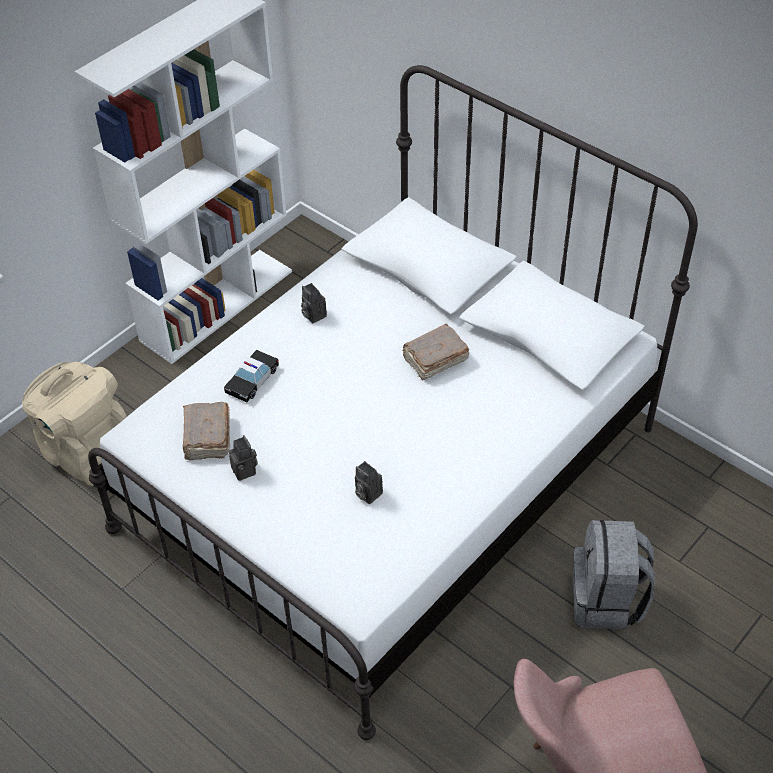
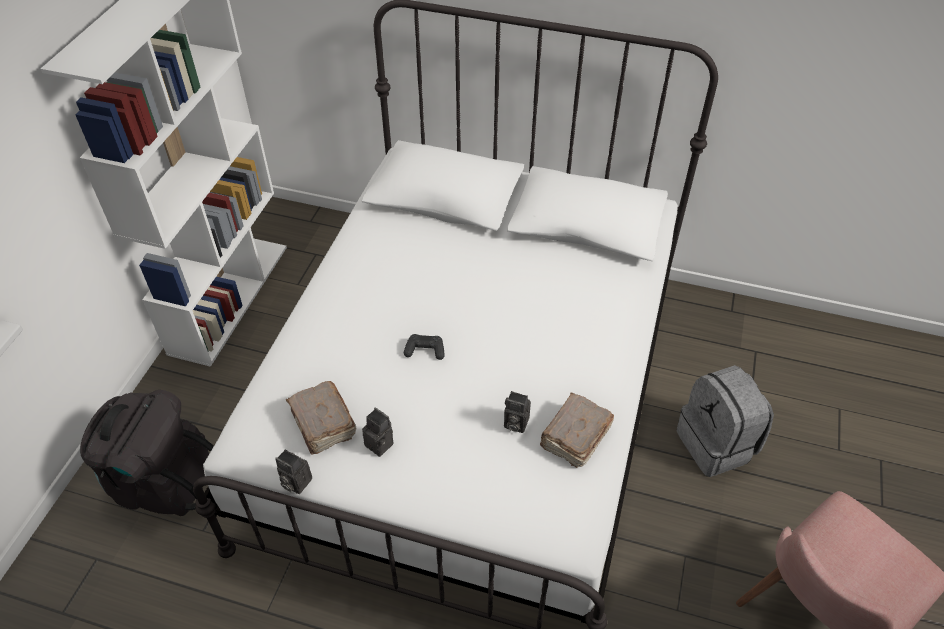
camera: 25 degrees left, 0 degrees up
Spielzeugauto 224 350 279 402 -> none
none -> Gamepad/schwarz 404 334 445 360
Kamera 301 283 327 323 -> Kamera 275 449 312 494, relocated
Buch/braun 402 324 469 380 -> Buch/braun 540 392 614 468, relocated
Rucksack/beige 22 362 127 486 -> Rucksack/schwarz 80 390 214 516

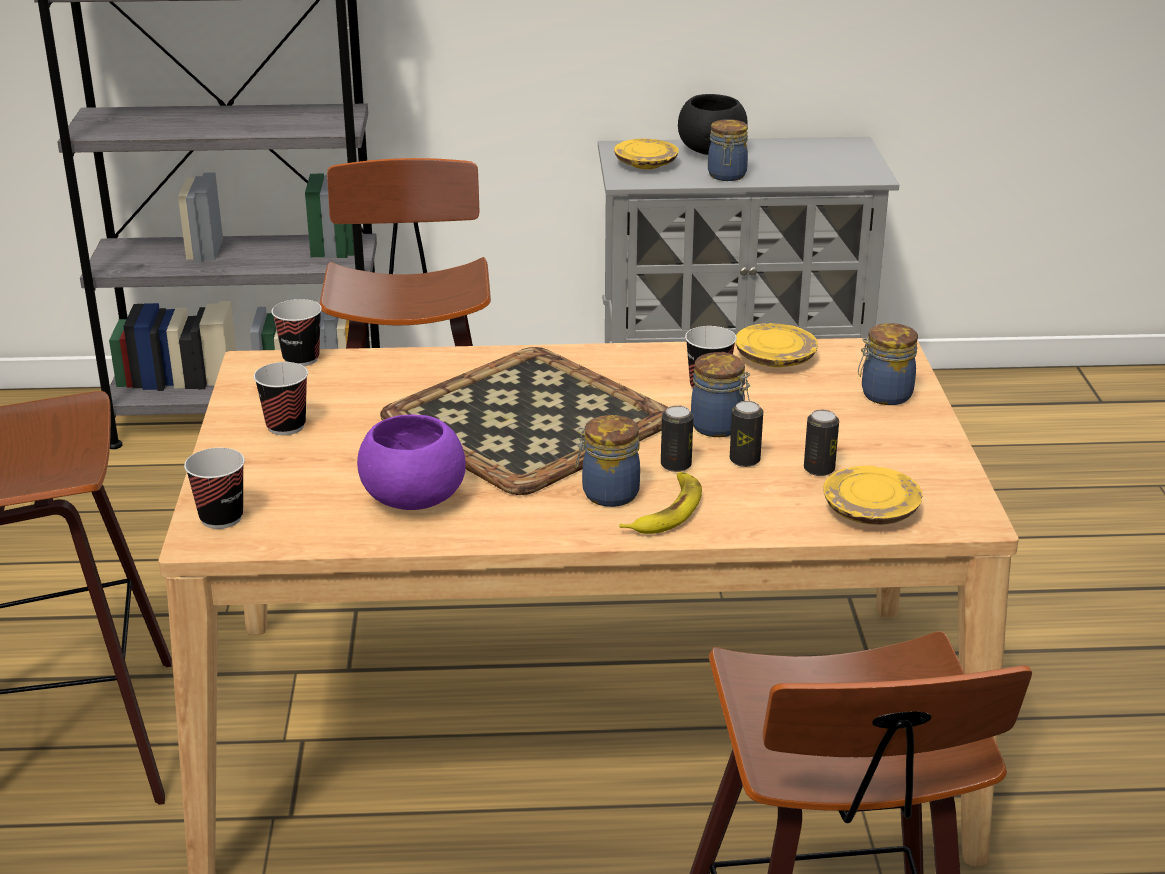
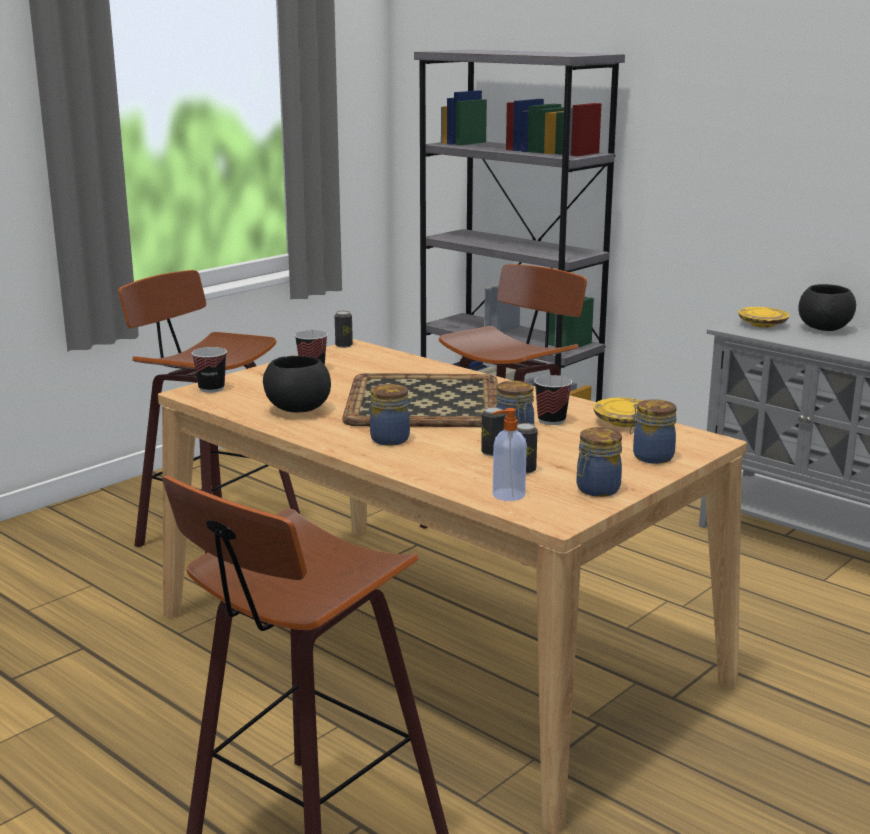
camera: 45 degrees right, 10 degrees down
Tasse 271 299 322 366 -> none
Banane 619 472 702 534 -> none
Dose 661 405 693 472 -> Dose 335 311 353 348, relocated
Vorratsglas 708 119 748 181 -> Vorratsglas 577 427 622 497, relocated
Teller/gelb 823 466 923 525 -> Seifenspender 493 408 527 501
Schüssel/lila 357 415 466 510 -> Schüssel/schwarz 263 356 331 412

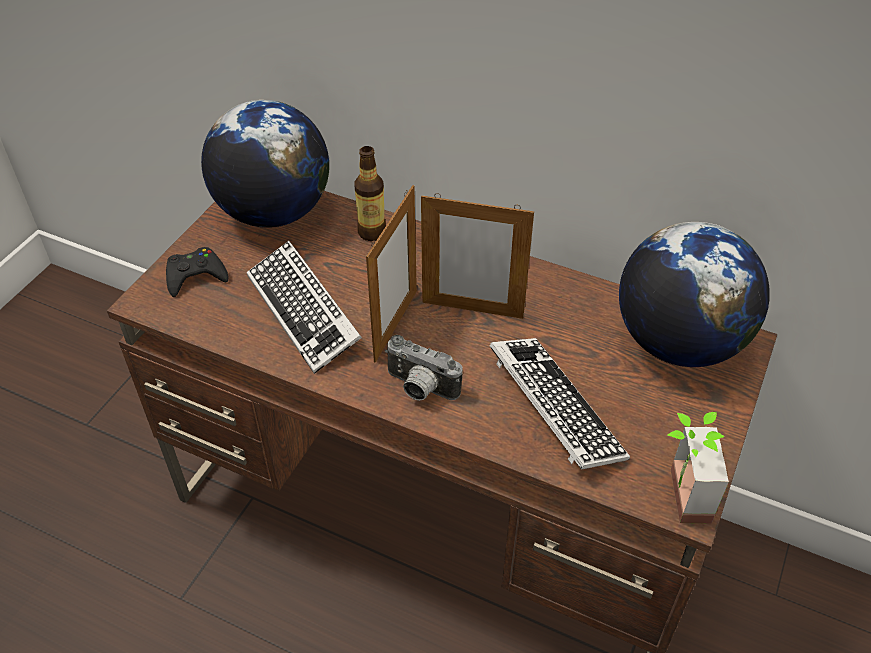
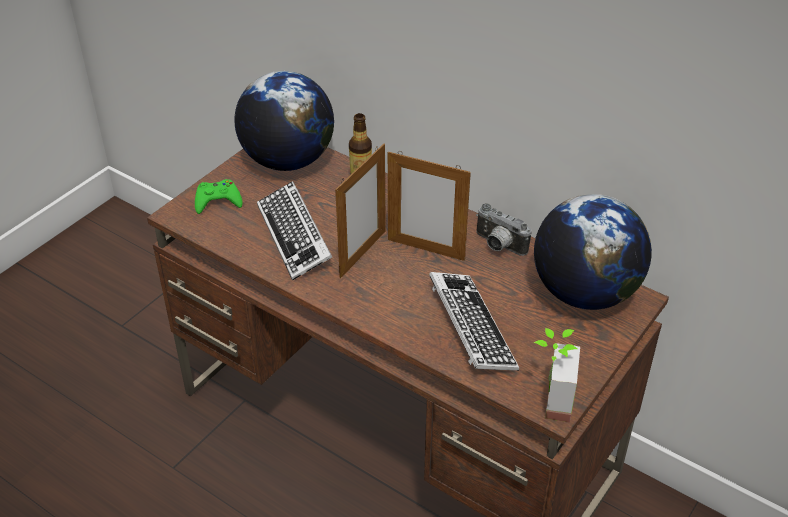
camera: 10 degrees right, 5 degrees down
Kamera 385 335 463 401 -> Kamera 476 203 532 256, relocated
Gamepad/schwarz 166 247 229 297 -> Gamepad/grün 195 179 243 214

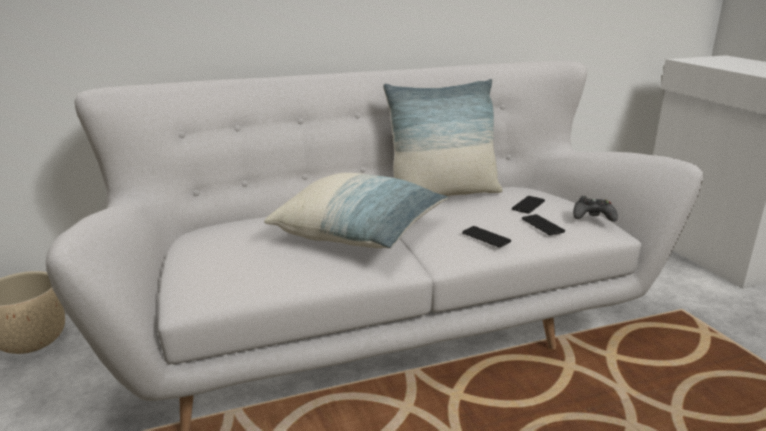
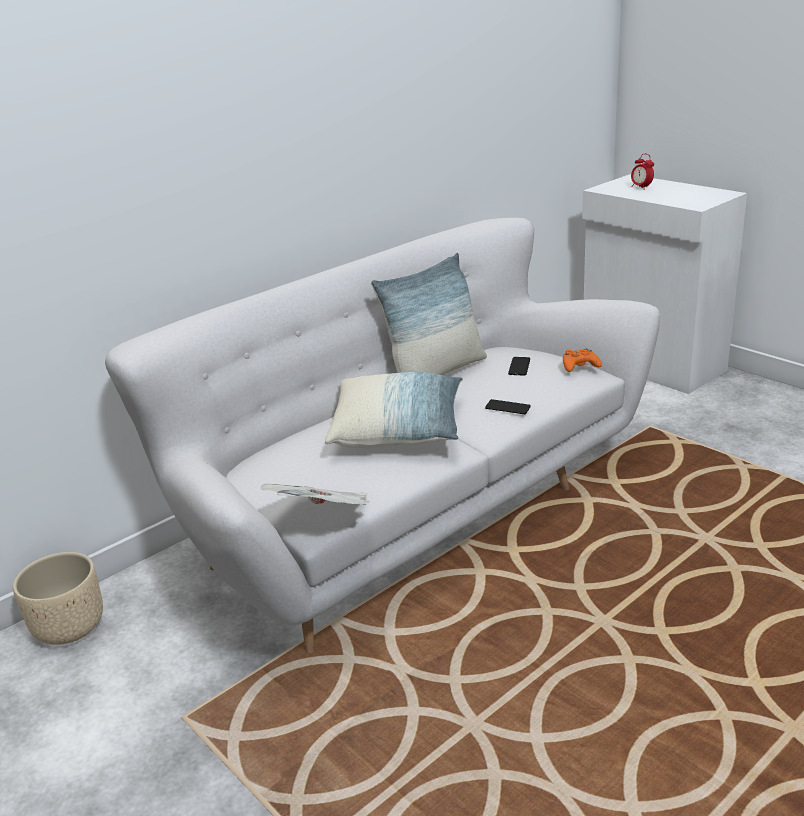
camera: 20 degrees left, 5 degrees up
Handy 522 214 565 235 -> none
none -> Zeitung 260 484 369 505
none -> Wecker 631 154 654 190
Gamepad/schwarz 573 196 618 222 -> Gamepad/orange 563 349 602 372

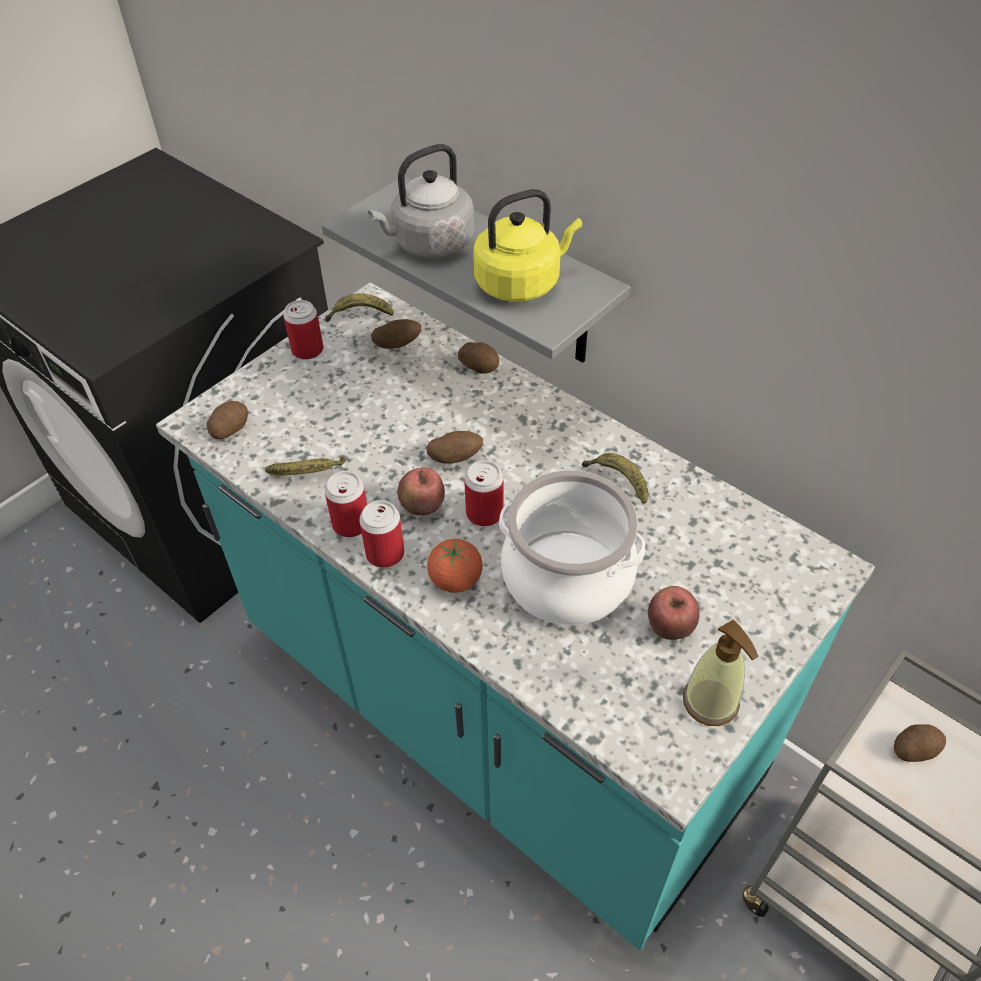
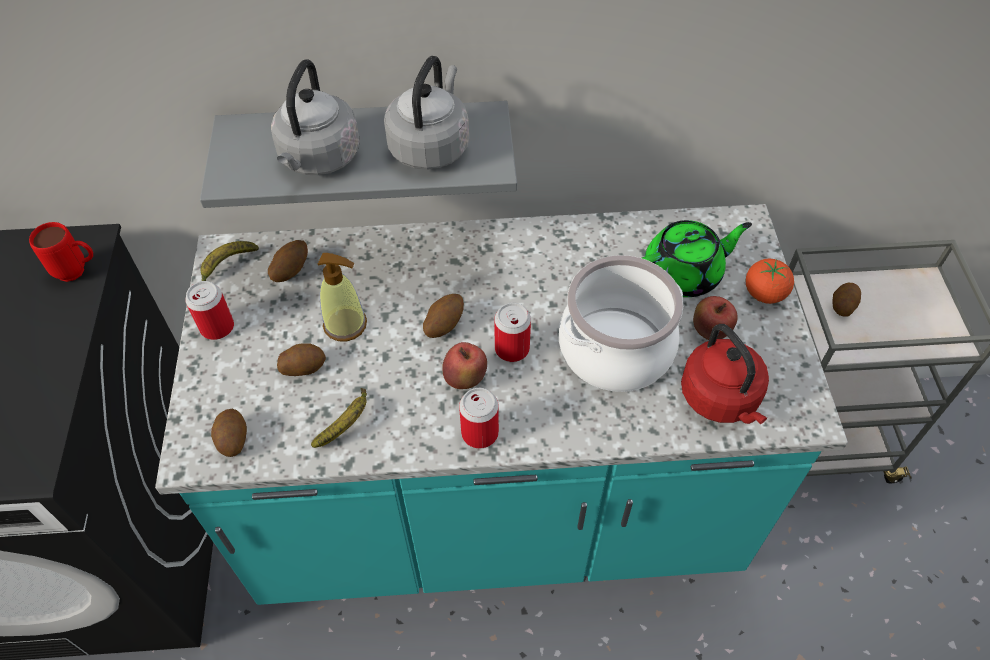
camera: 45 degrees left, 5 degrees up
Dose 324 471 367 537 -> none
Banane 582 453 648 504 -> none
none -> Henkelbecher/rot 29 222 93 282
none -> Teekanne/grün 642 220 752 297
none -> Wasserkessel/rot 681 324 769 424
Tomate 427 539 483 593 -> Tomate 746 259 794 304, relocated
Kartoffel 458 342 499 374 -> Kartoffel 277 343 326 376, relocated
Seifenspender 683 620 759 726 -> Seifenspender 318 253 367 342, relocated
Wasserkessel/gelb 473 189 582 302 -> Wasserkessel/grau 384 56 469 170

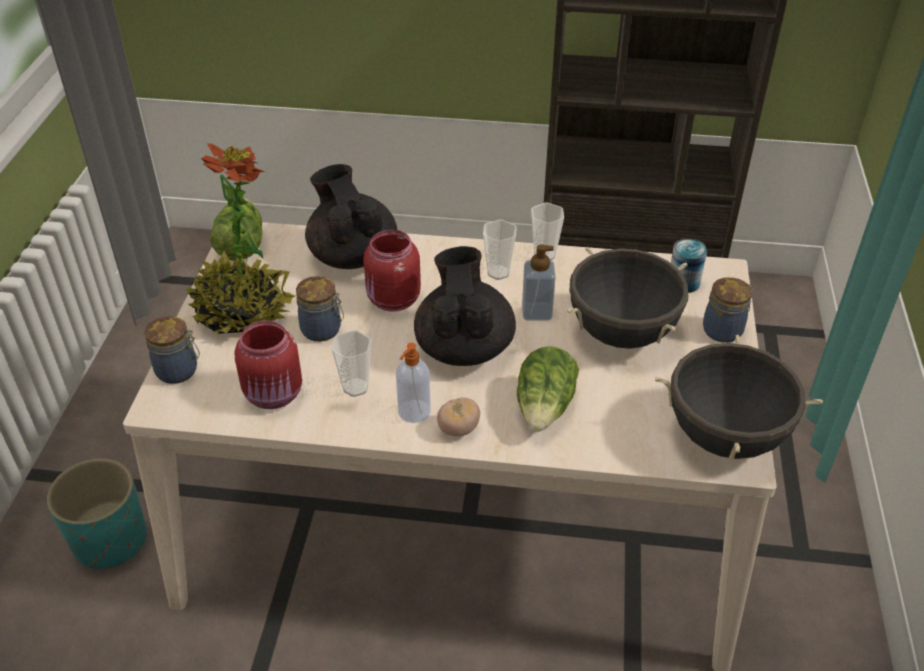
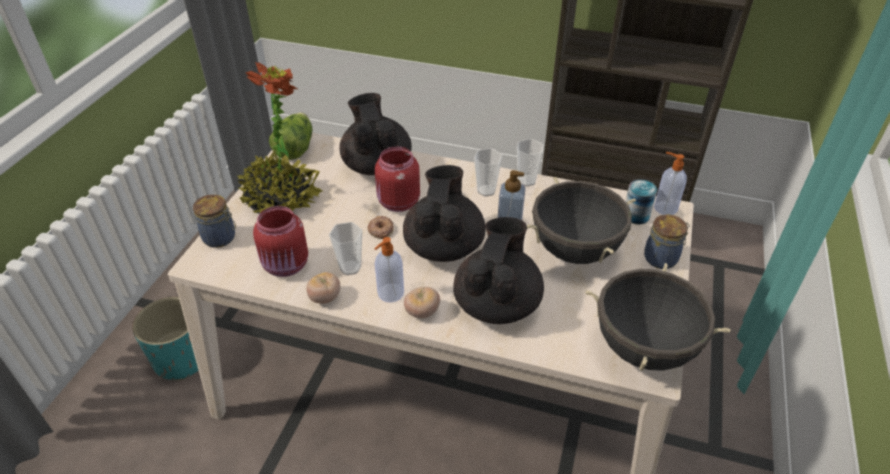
camera: 10 degrees right, 0 degrees up
Vorratsglas 296 276 344 342 -> none
none -> Tomate 306 272 340 304
none -> Donut 368 216 394 239
none -> Seifenspender 654 152 687 215
Salatkopf 517 346 579 432 -> Teekanne/schwarz 453 217 544 324

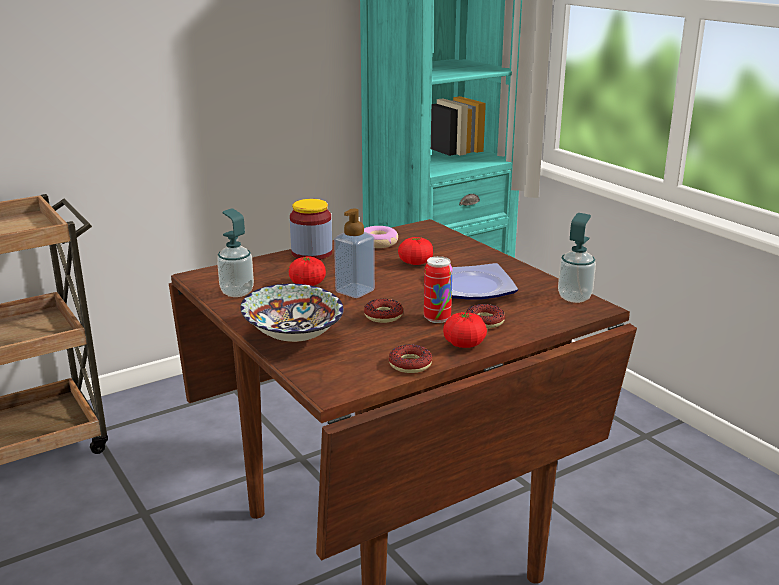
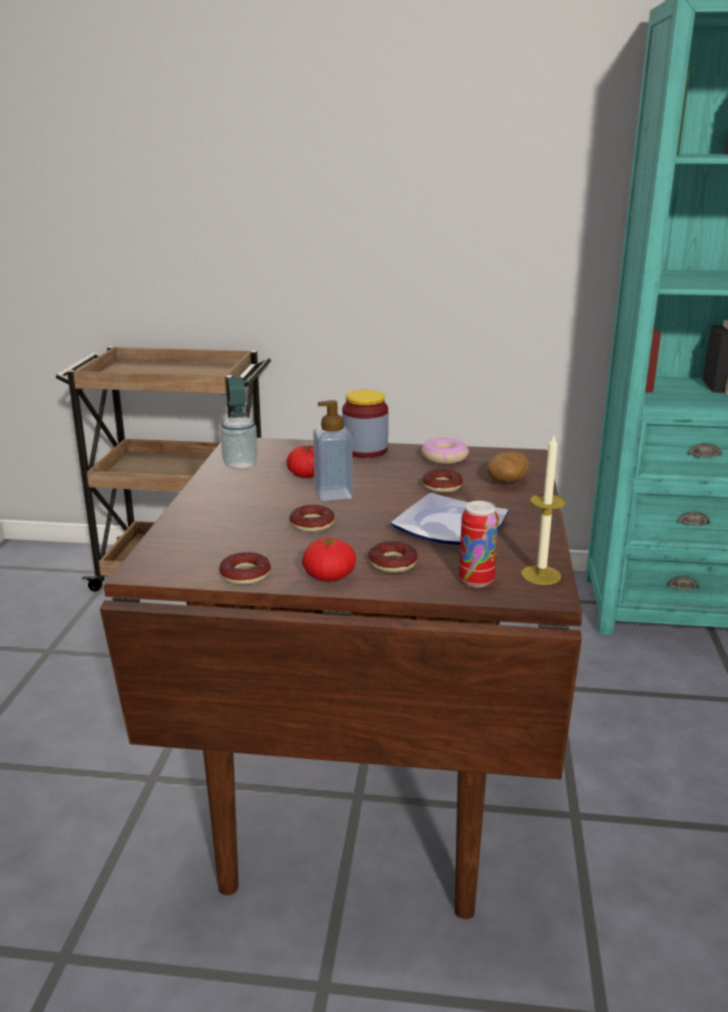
camera: 40 degrees right, 0 degrees up
Schüssel 240 284 344 342 -> none
none -> Kartoffel 487 451 529 483
Dose 424 256 453 323 -> Dose 459 501 499 587, relocated
Tomate 398 237 433 265 -> Donut 422 469 463 493
Seifenspender 558 213 596 303 -> Kerze 521 436 566 585

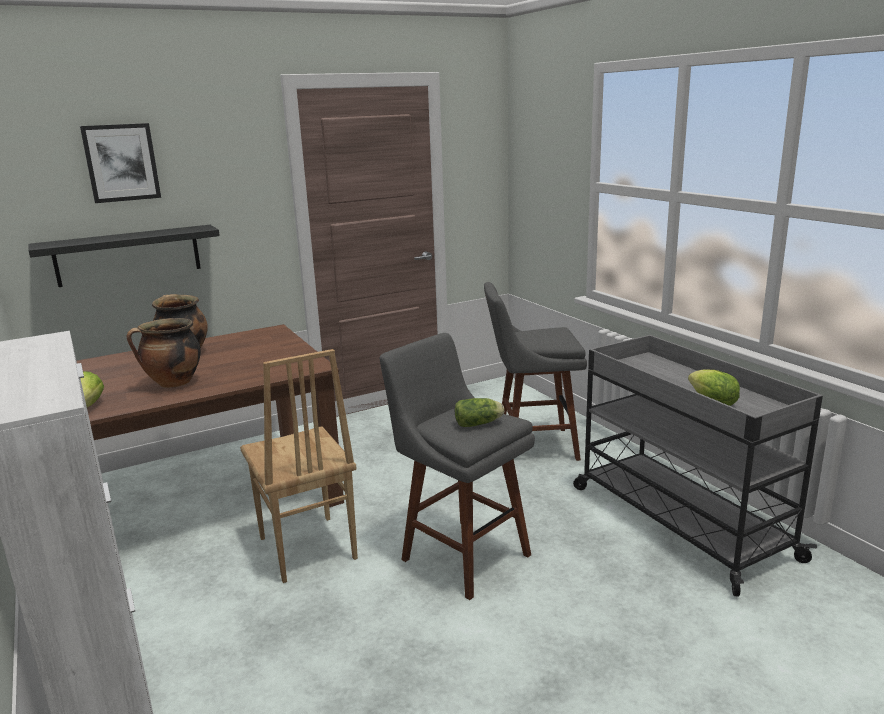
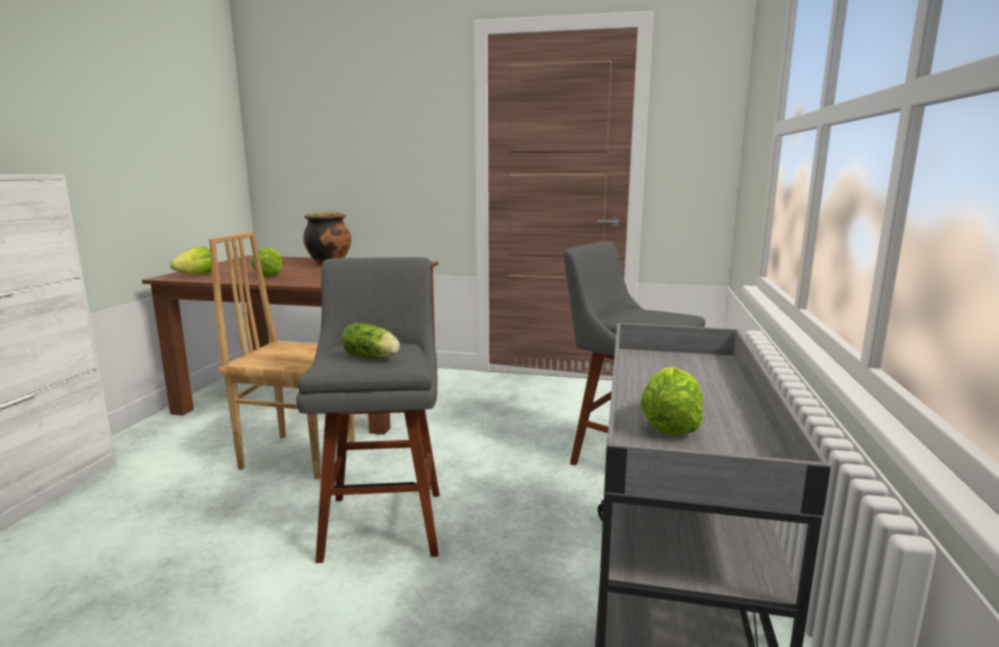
camera: 40 degrees right, 5 degrees down
Wandregal/schwarz 28 225 220 287 -> none
Bild 80 123 161 203 -> none
Kochtopf 127 318 201 388 -> Salatkopf 251 248 282 277
Stuhl/braun 240 349 358 583 -> Stuhl/braun 209 232 355 479, 90 degrees clockwise

